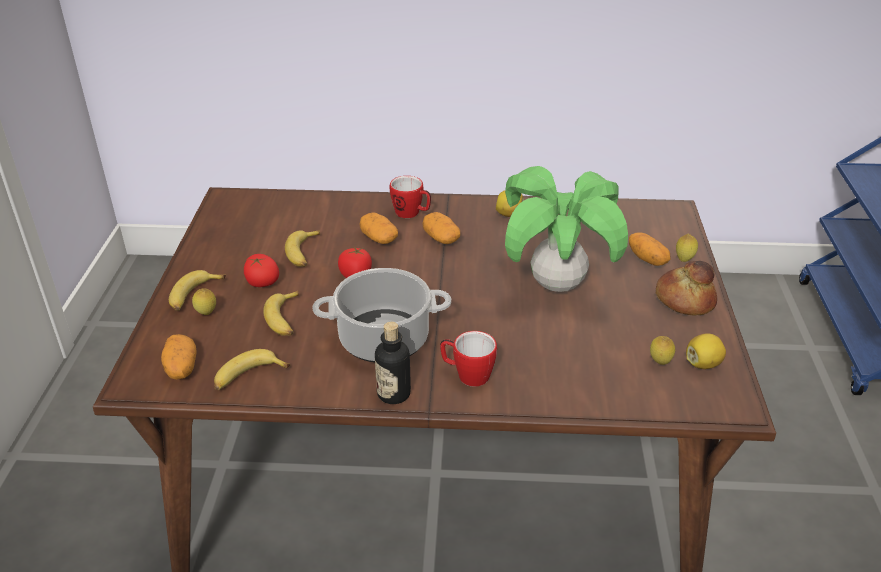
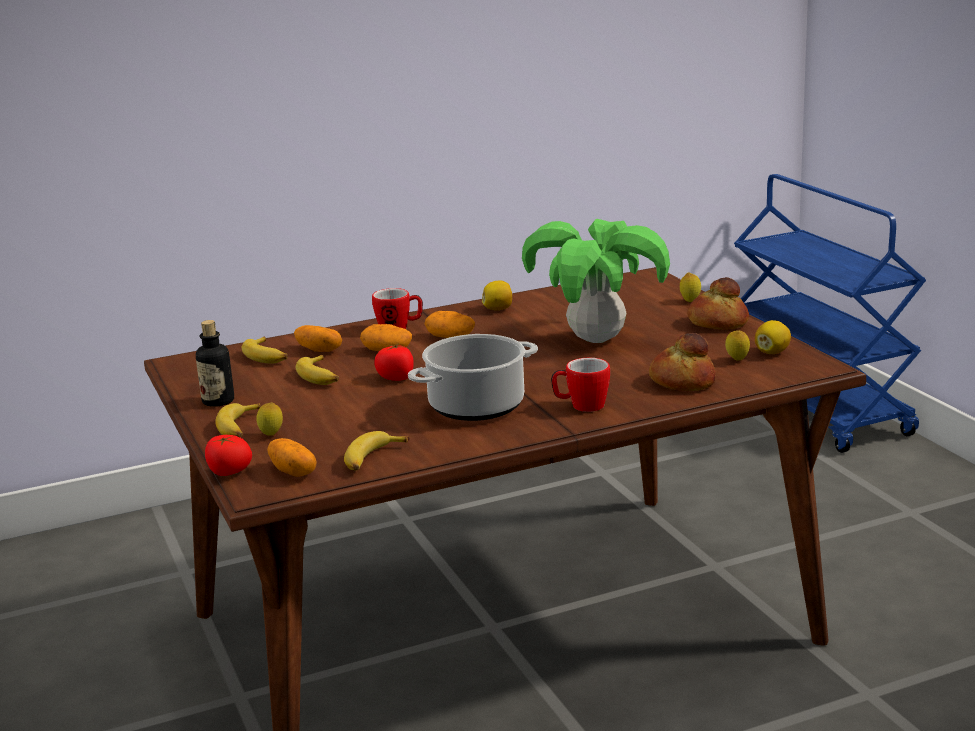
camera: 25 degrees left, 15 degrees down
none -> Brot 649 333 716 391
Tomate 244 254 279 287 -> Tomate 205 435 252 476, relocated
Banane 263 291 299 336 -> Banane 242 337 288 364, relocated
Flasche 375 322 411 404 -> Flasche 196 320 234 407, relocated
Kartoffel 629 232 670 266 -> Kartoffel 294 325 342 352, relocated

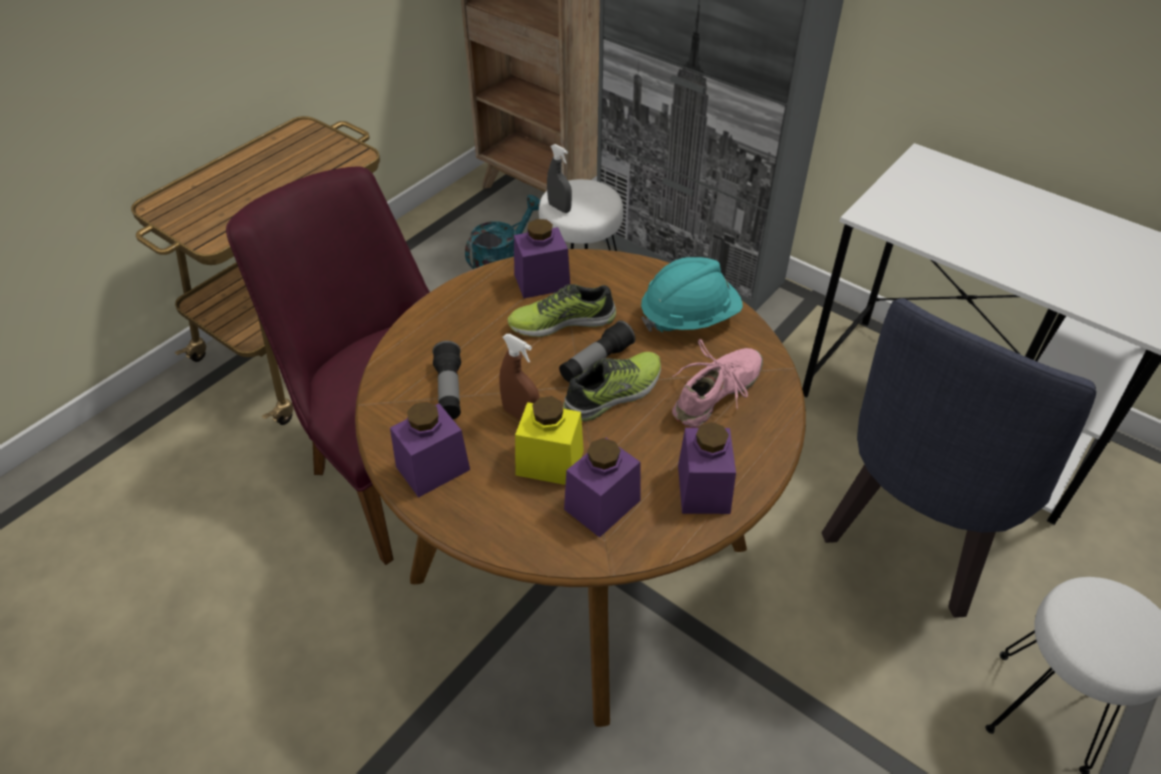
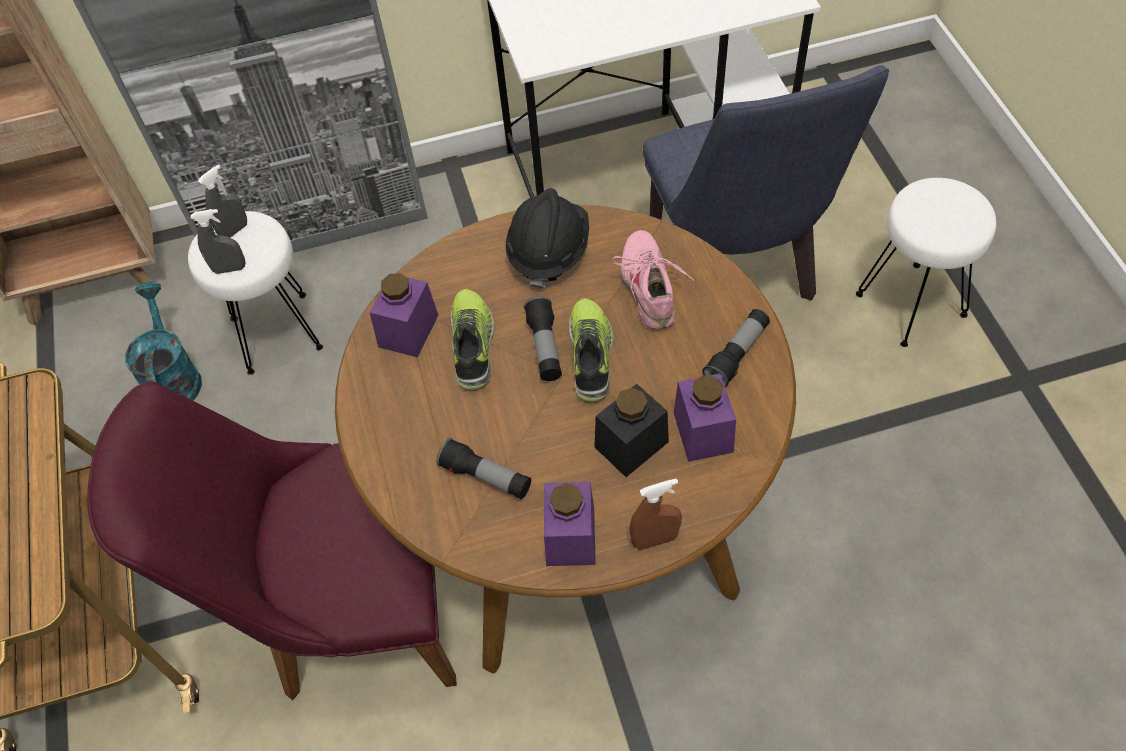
camera: 50 degrees left, 10 degrees up
none -> Sprühflasche/grau 198 164 247 238
Sprühflasche/braun 499 334 540 420 -> Sprühflasche/braun 630 478 682 550, relocated
Vorratsglas/lila 678 422 736 514 -> Taschenlampe 702 309 770 388
Vorratsglas/gelb 515 396 584 485 -> Vorratsglas/schwarz 594 384 669 477
Schutzhelm/türkis 641 257 743 333 -> Schutzhelm/schwarz 506 188 589 289
Schuh 508 284 616 337 -> Schuh 451 289 495 390, 150 degrees clockwise

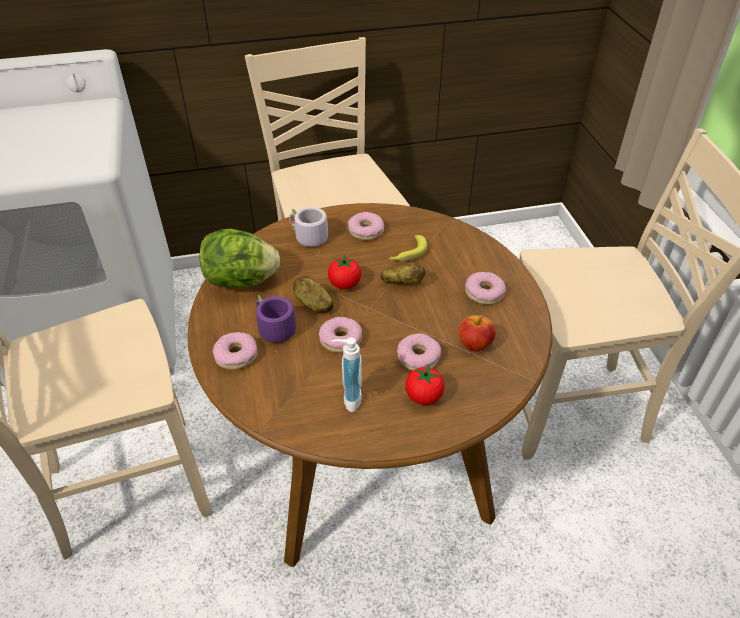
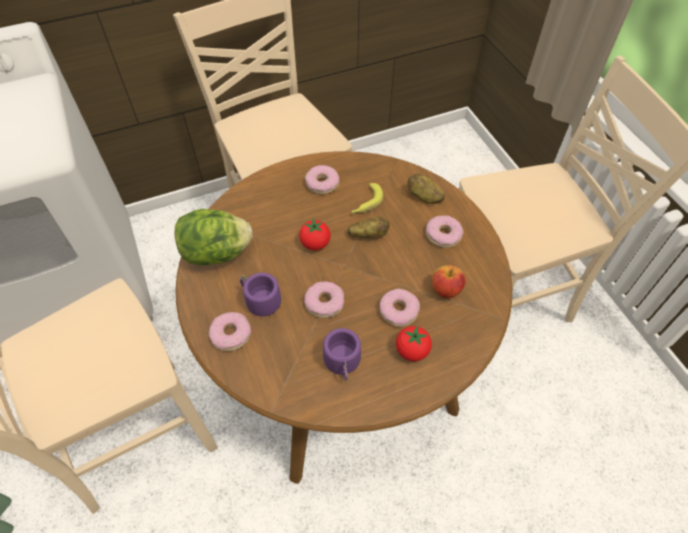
camera: 10 degrees left, 10 degrees up
Henkelbecher/grau 289 207 328 256 -> none
Kartoffel 293 276 333 313 -> Kartoffel 408 174 445 204, relocated
Seifenspender 332 337 362 412 -> Henkelbecher/lila 323 328 361 381

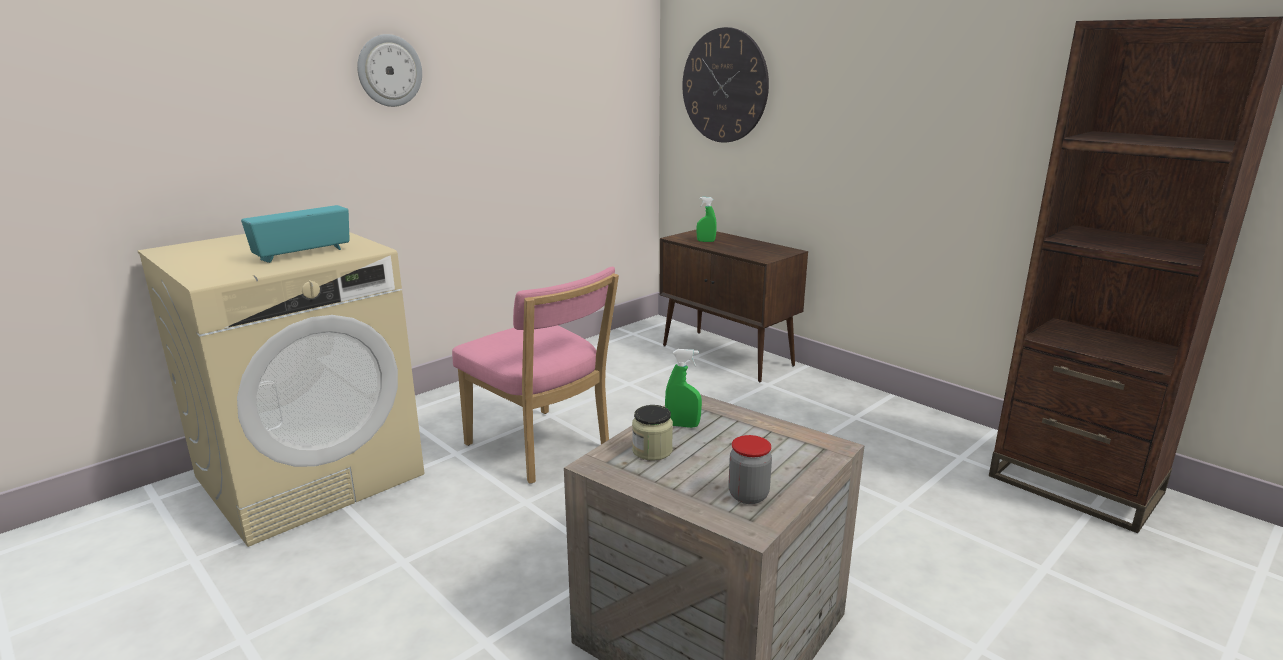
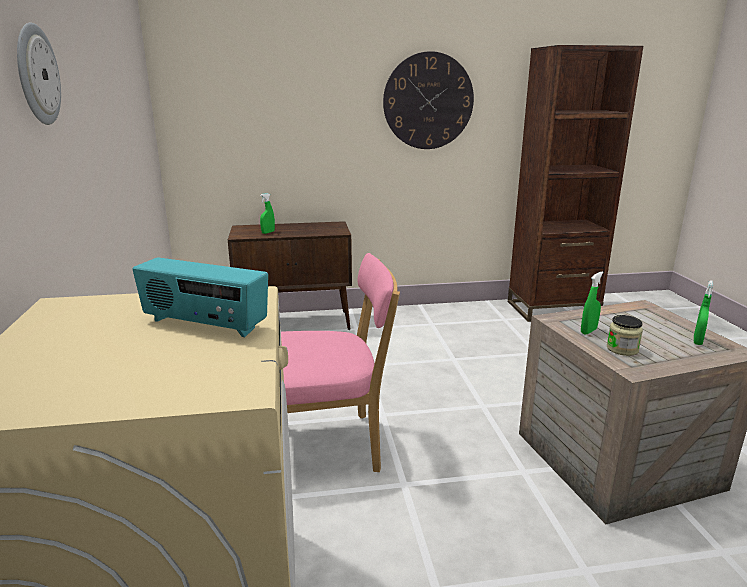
camera: 55 degrees left, 0 degrees up
Wanduhr 682 27 769 143 -> Wanduhr 383 51 474 149, relocated
Vorratsglas 728 435 772 504 -> Sprühflasche/grün 694 280 713 345
Radio 241 205 350 263 -> Radio 133 257 268 337, 60 degrees counterclockwise

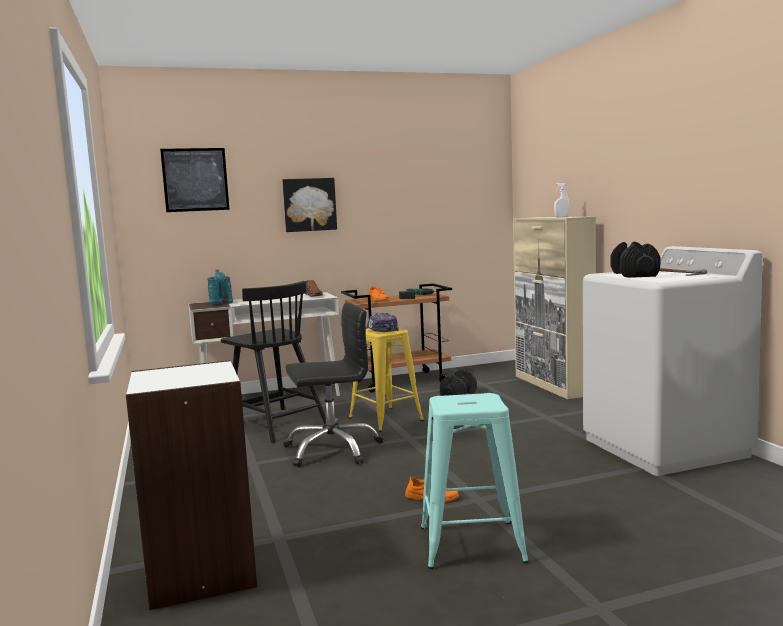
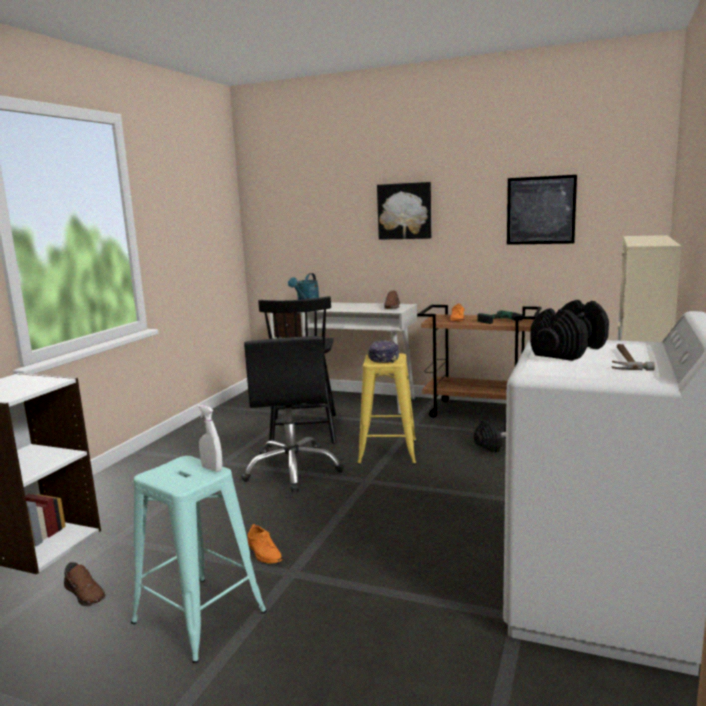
camera: 40 degrees right, 5 degrees up
none -> Schuh/braun 64 562 105 606
Bild 160 148 230 212 -> Bild 507 175 577 245, relocated
Sprühflasche/weiß 554 183 569 217 -> Sprühflasche/weiß 198 405 223 472, relocated
Bürostuhl/schwarz 283 302 383 467 -> Bürostuhl/schwarz 241 336 344 492, 60 degrees clockwise

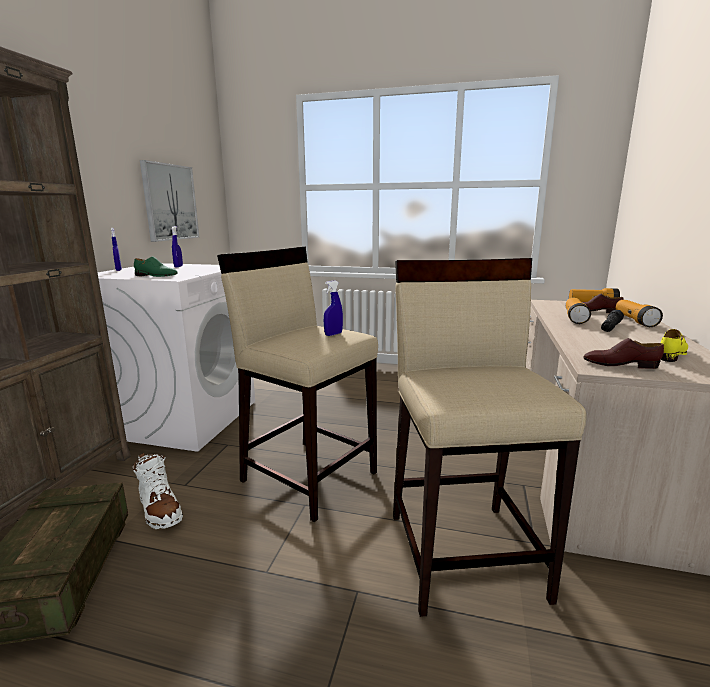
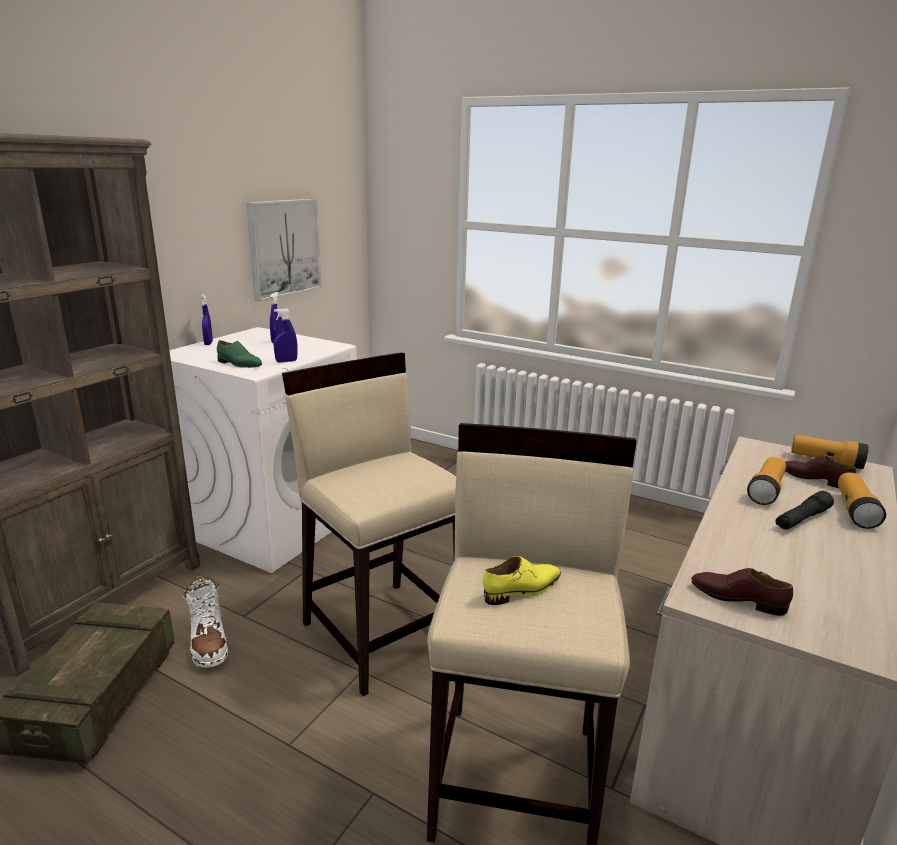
camera: 15 degrees right, 5 degrees up
Sprühflasche/blau 324 280 343 336 -> Sprühflasche/blau 274 308 298 363, relocated
Schuh/gelb 660 329 688 362 -> Schuh/gelb 483 556 561 605, relocated

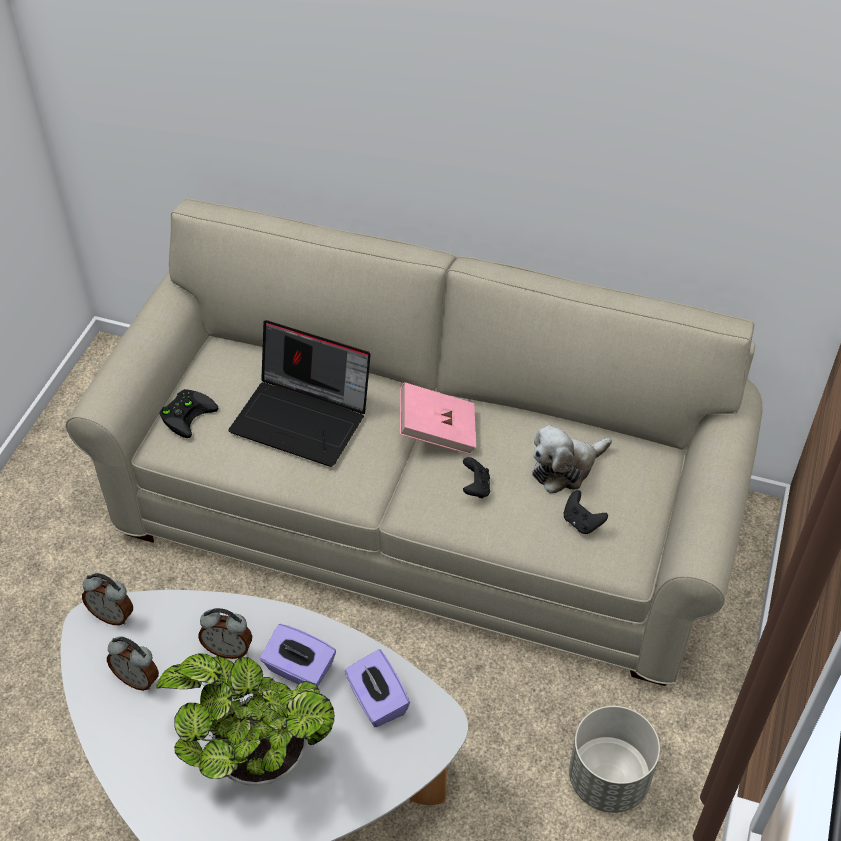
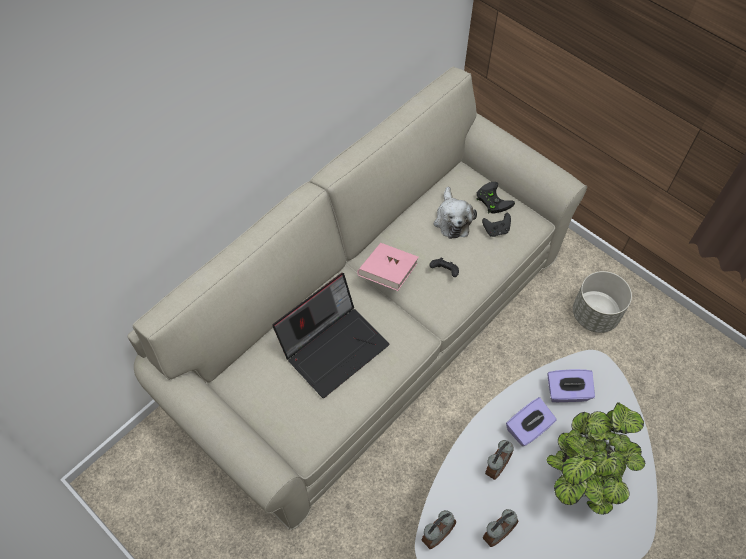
camera: 65 degrees left, 10 degrees up
Gamepad/schwarz 159 389 219 438 -> Gamepad/schwarz 476 182 515 214, relocated

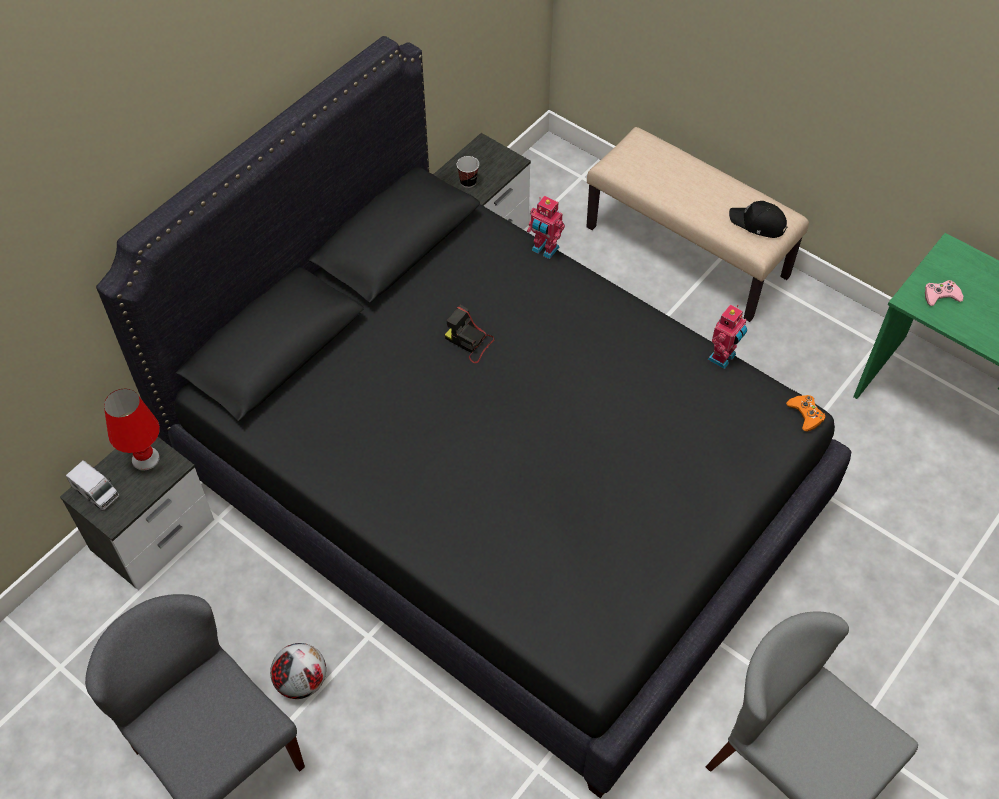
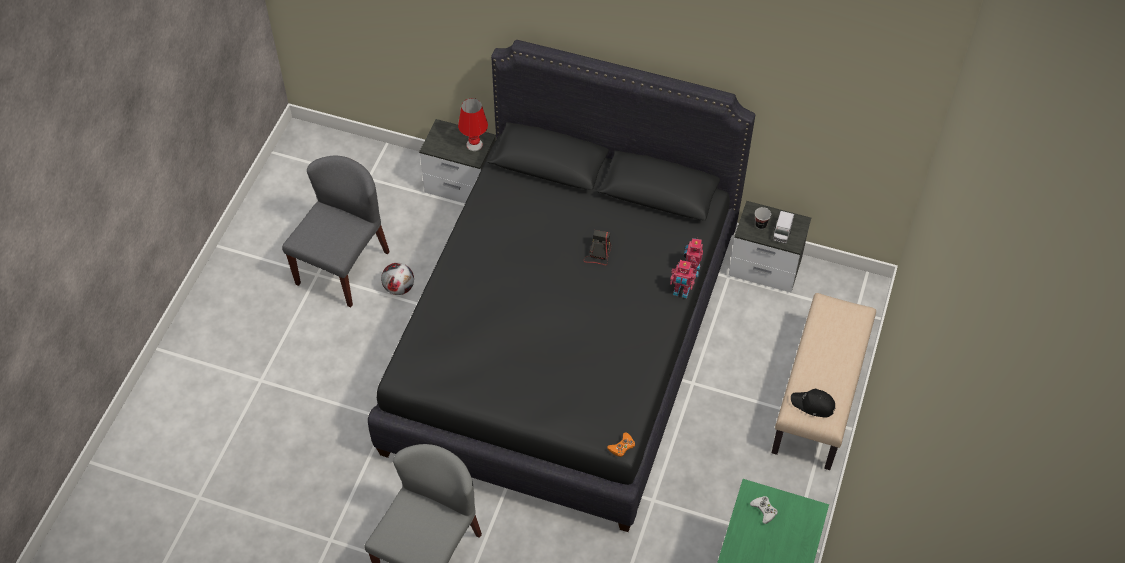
camera: 70 degrees right, 0 degrees up
Spielzeuglaster 66 460 119 511 -> Spielzeuglaster 773 211 794 244, relocated
Spielzeugroboter 707 304 747 369 -> Spielzeugroboter 670 260 696 298, relocated
Gamepad/rosa 925 280 963 306 -> Gamepad/weiß 750 496 778 524
Kappe/schwarz 729 201 788 238 -> Kappe/schwarz 791 389 836 418, 75 degrees counterclockwise

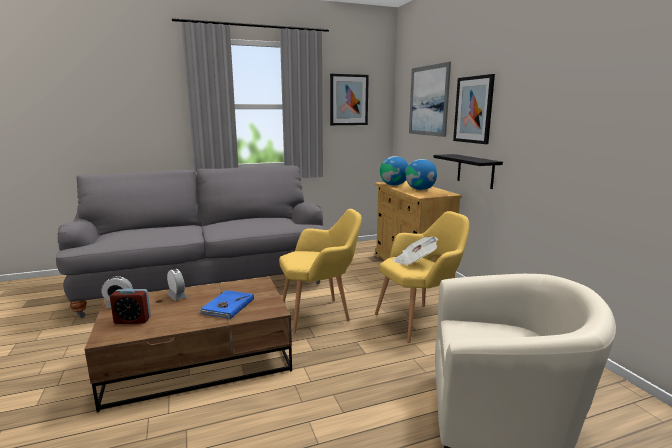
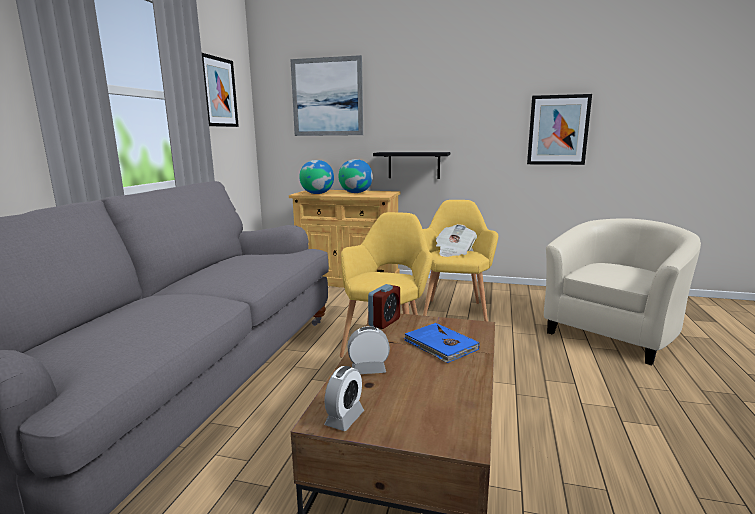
camera: 55 degrees left, 0 degrees up
Wecker 110 288 151 324 -> Wecker 368 284 400 329, relocated
Bild 453 74 495 144 -> Bild 527 94 592 165, relocated

